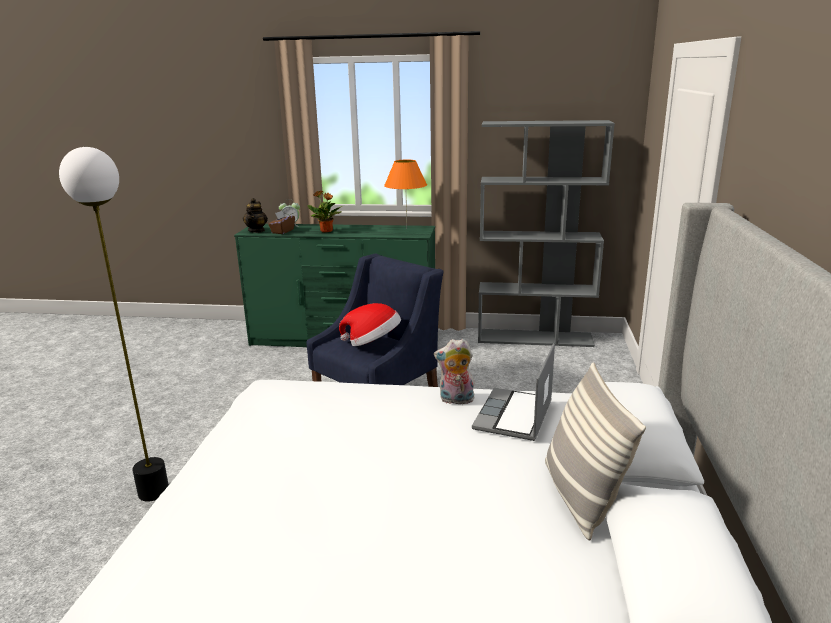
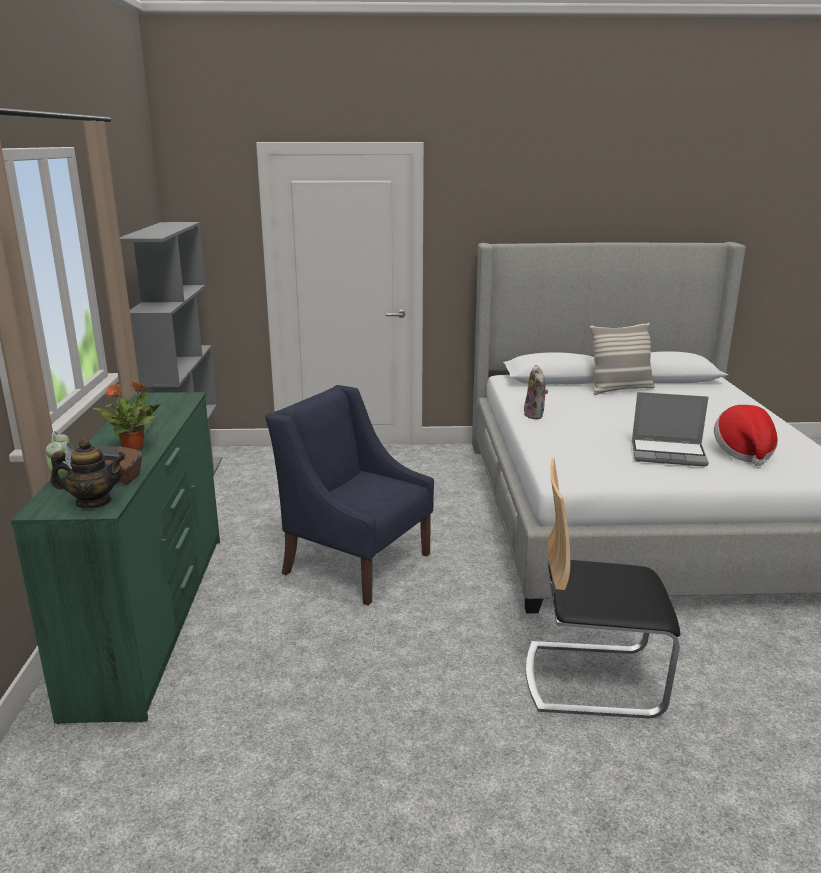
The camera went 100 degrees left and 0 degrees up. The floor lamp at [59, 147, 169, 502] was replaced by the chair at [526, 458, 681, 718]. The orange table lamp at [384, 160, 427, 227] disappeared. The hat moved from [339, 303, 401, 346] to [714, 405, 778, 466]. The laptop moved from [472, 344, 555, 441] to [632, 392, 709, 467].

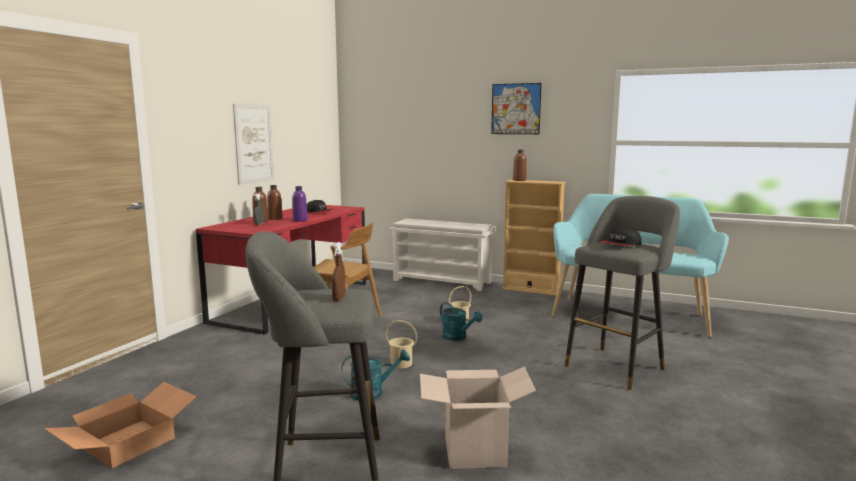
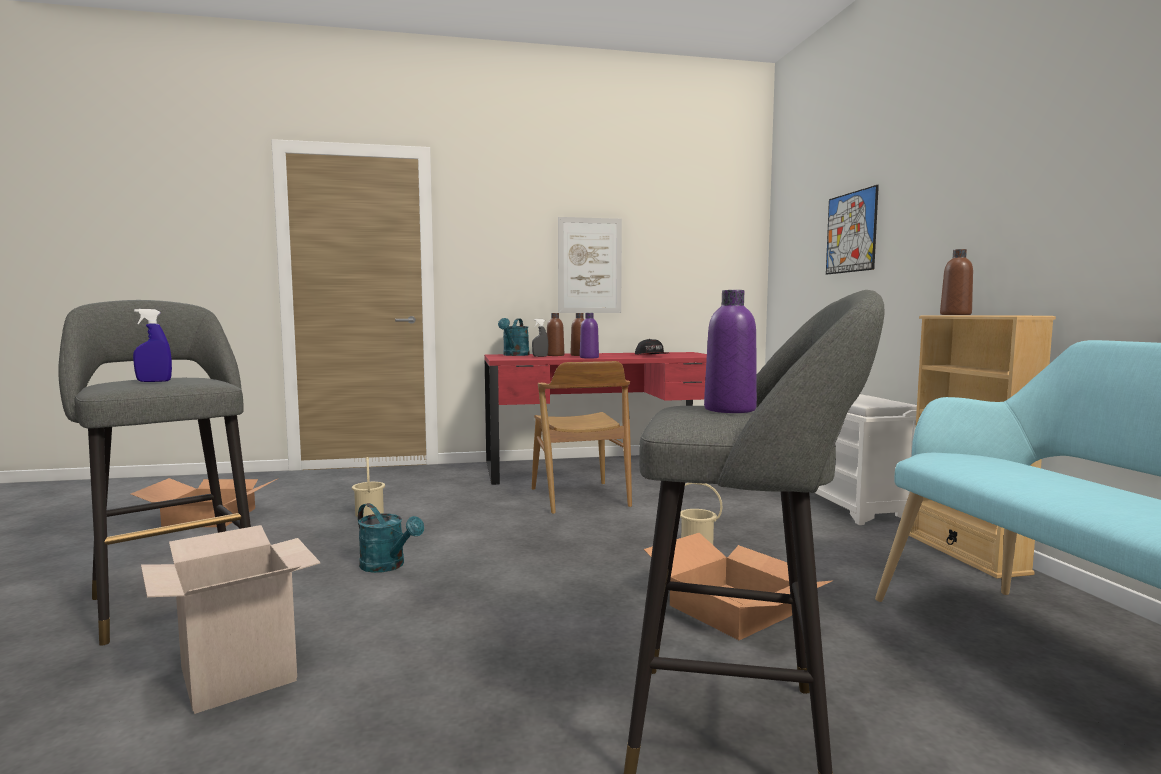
The camera went 55 degrees right and 5 degrees down. The picture moved from [491, 83, 542, 134] to [826, 185, 879, 274]. The cap at [600, 227, 641, 246] was replaced by the purple bottle at [704, 290, 757, 413]. The brown spray bottle at [332, 242, 346, 301] became the blue spray bottle at [133, 309, 172, 382]. The turquoise watering can moved from [440, 302, 482, 341] to [498, 318, 530, 356]. The beige bucket moved from [385, 320, 417, 368] to [352, 457, 385, 517]. The cardboard box at [644, 533, 834, 640] appeared.

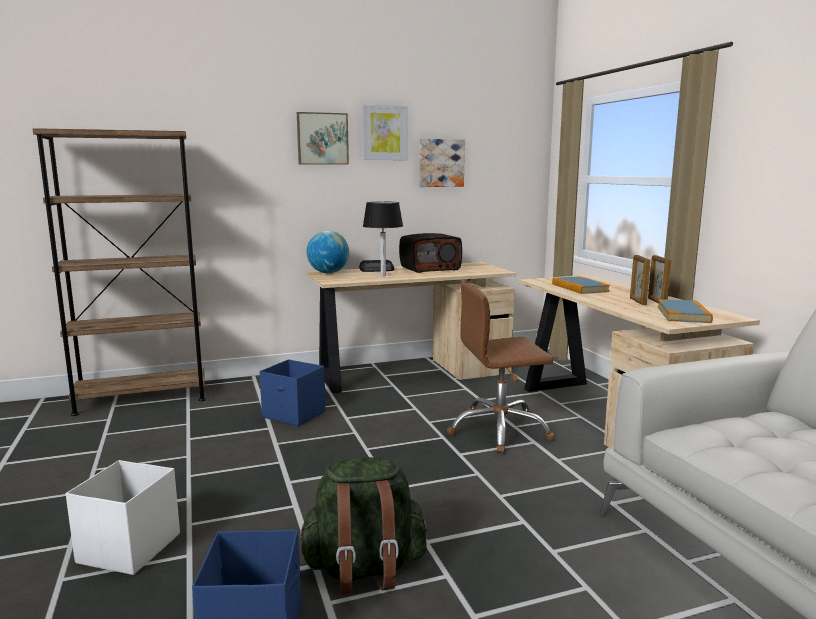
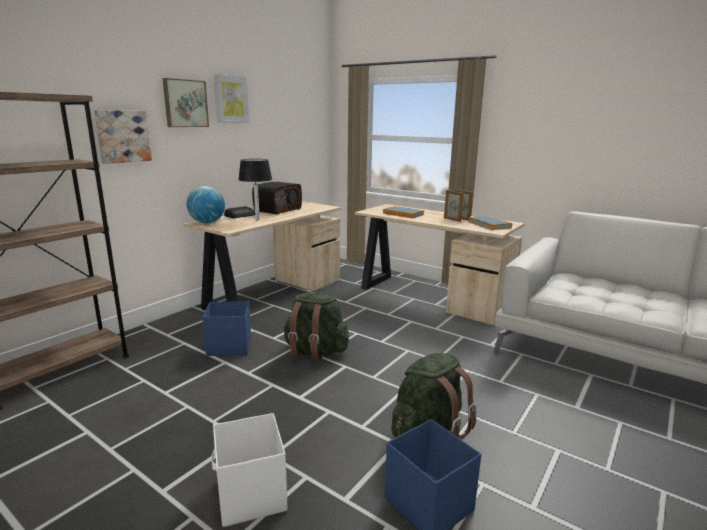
The camera went 35 degrees left and 5 degrees up. The picture moved from [419, 139, 465, 187] to [94, 110, 152, 164]. The brown office chair at [447, 282, 555, 454] disappeared. The green backpack at [284, 292, 349, 362] appeared.

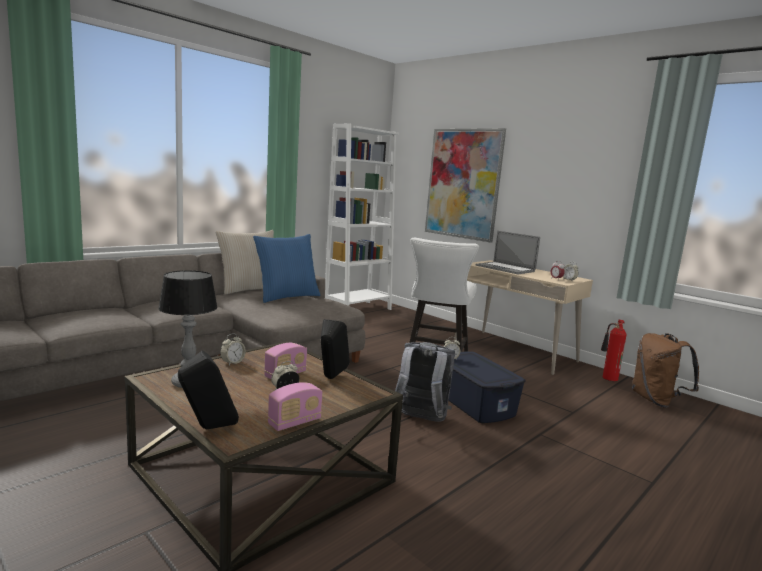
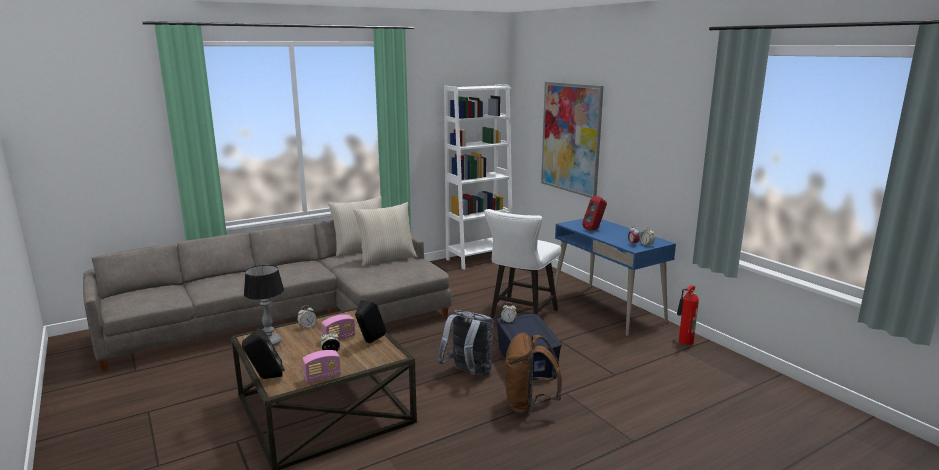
The camera went 15 degrees right and 5 degrees up. The laptop at [476, 231, 540, 274] was replaced by the red speaker at [582, 196, 607, 230]. The blue pillow at [253, 234, 321, 303] became the beige pillow at [354, 202, 417, 266]. The beige desk at [454, 260, 593, 375] became the blue desk at [554, 219, 676, 336]. The brown backpack moved from [632, 333, 699, 408] to [505, 333, 562, 416].

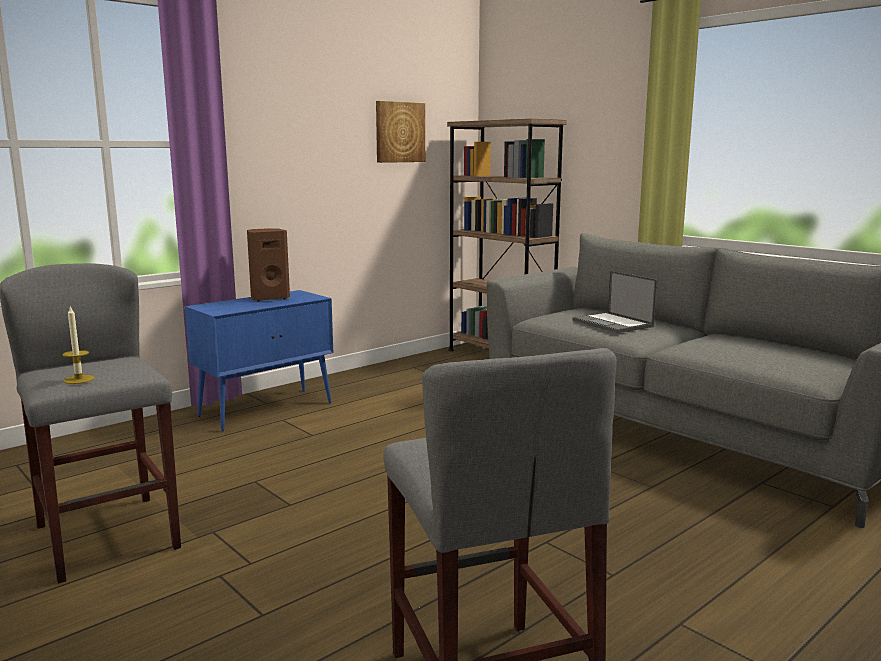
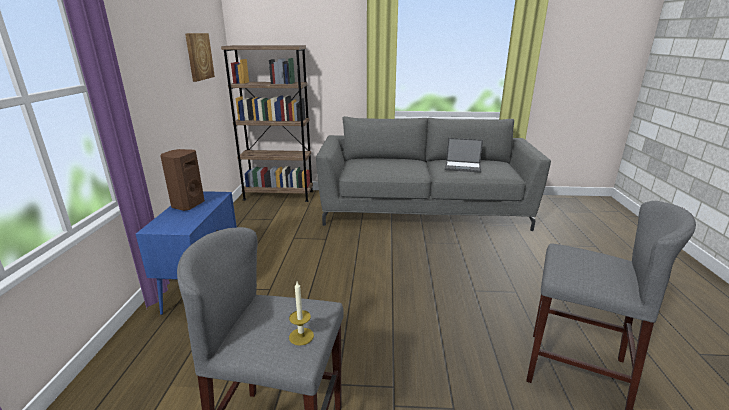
The camera went 45 degrees left and 10 degrees up. The laptop moved from [573, 271, 658, 333] to [445, 138, 483, 173].

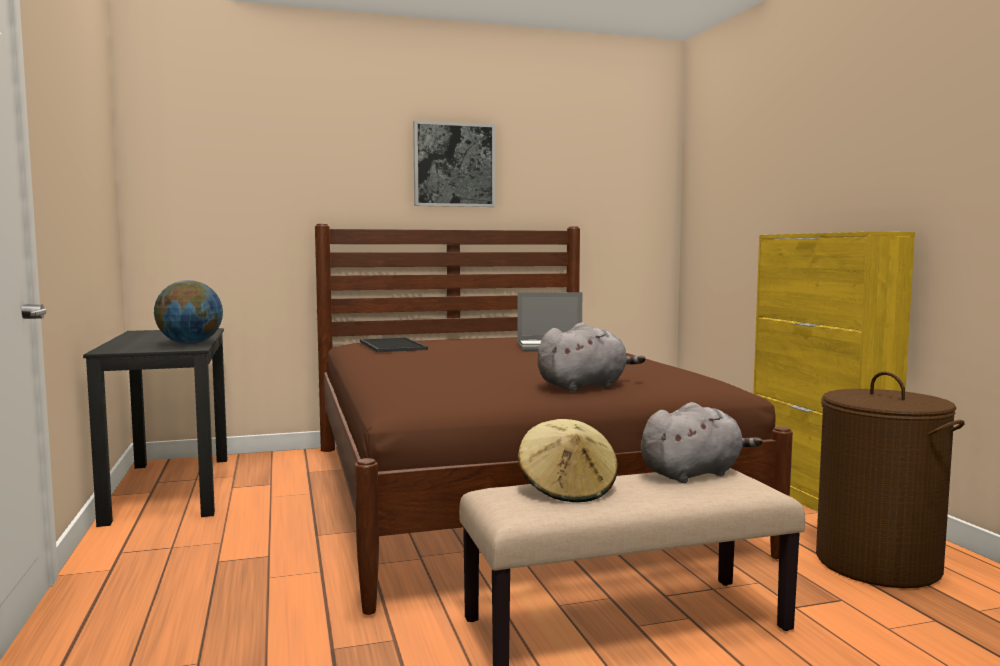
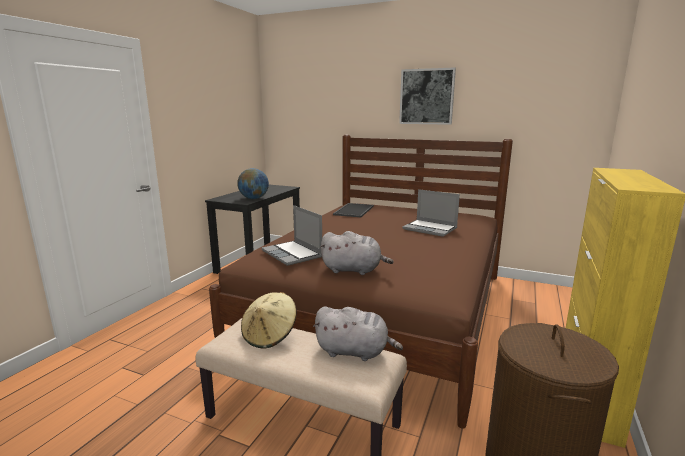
The camera went 40 degrees right and 10 degrees up. The laptop at [262, 205, 322, 266] appeared.

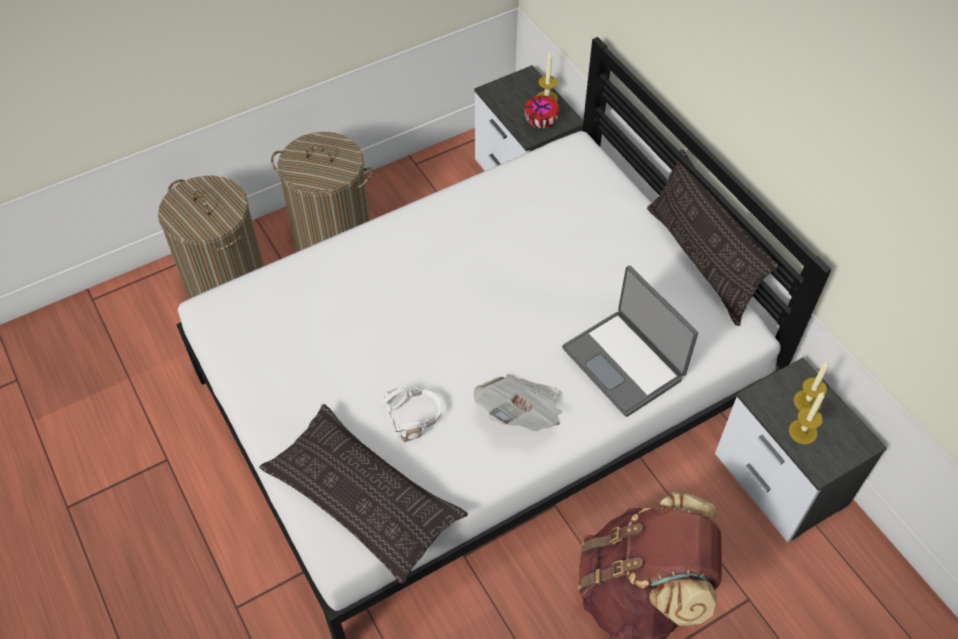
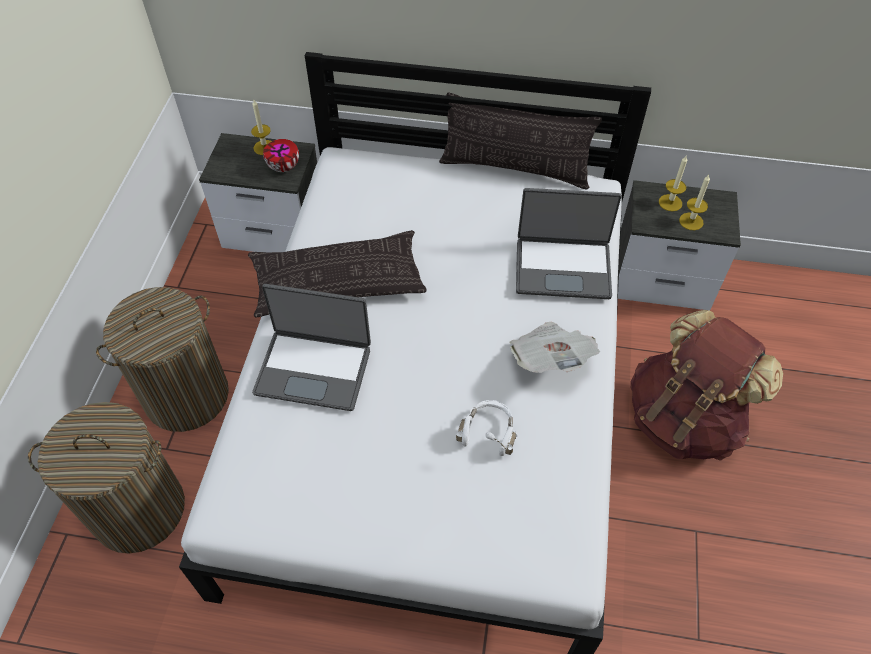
The camera went 50 degrees left and 0 degrees up. The pillow moved from [259, 404, 468, 584] to [248, 230, 427, 318]. The laptop at [252, 284, 371, 411] appeared.

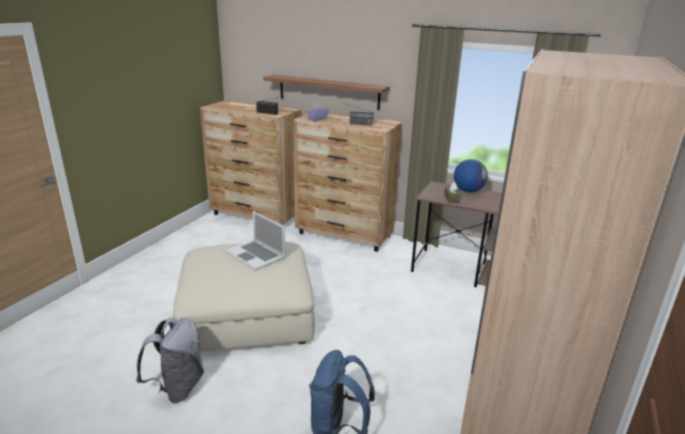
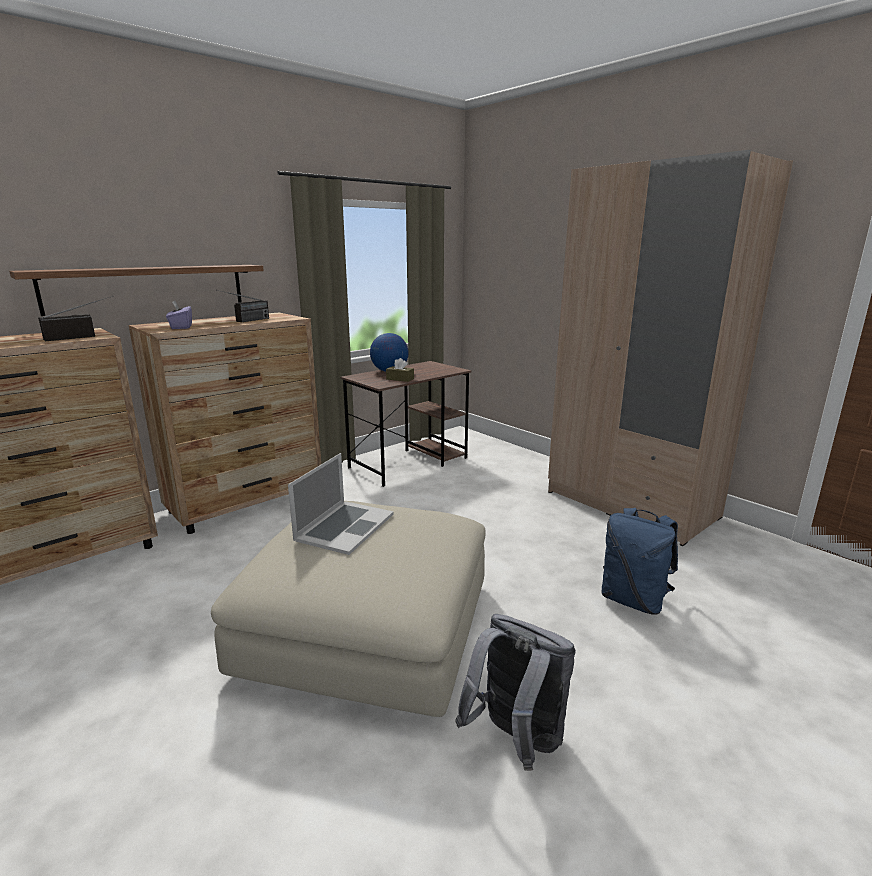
The camera went 65 degrees left and 5 degrees down. The laptop at [225, 211, 286, 271] turned 45 degrees counterclockwise.

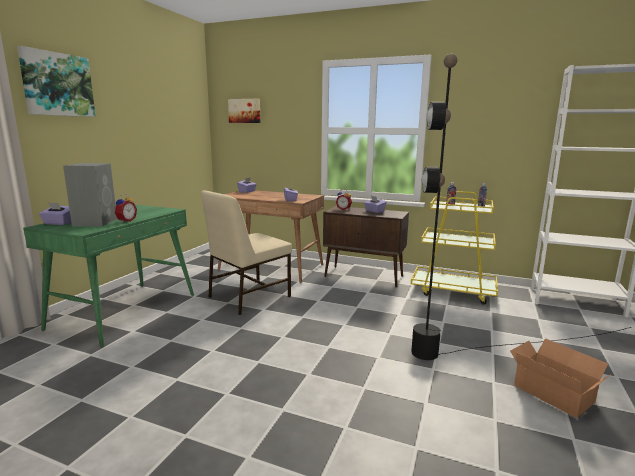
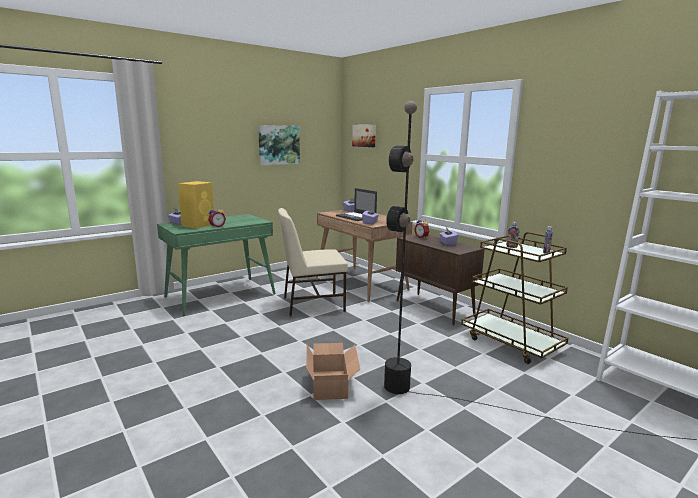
The camera went 30 degrees right and 0 degrees up. The picture moved from [17, 46, 96, 117] to [258, 125, 300, 165]. The grey speaker at [63, 163, 117, 226] became the yellow speaker at [178, 181, 214, 229]. The yellow cart at [411, 191, 498, 304] became the brown cart at [461, 232, 568, 364]. The cardboard box moved from [510, 338, 611, 418] to [306, 343, 360, 400]. The laptop at [336, 188, 377, 221] appeared.

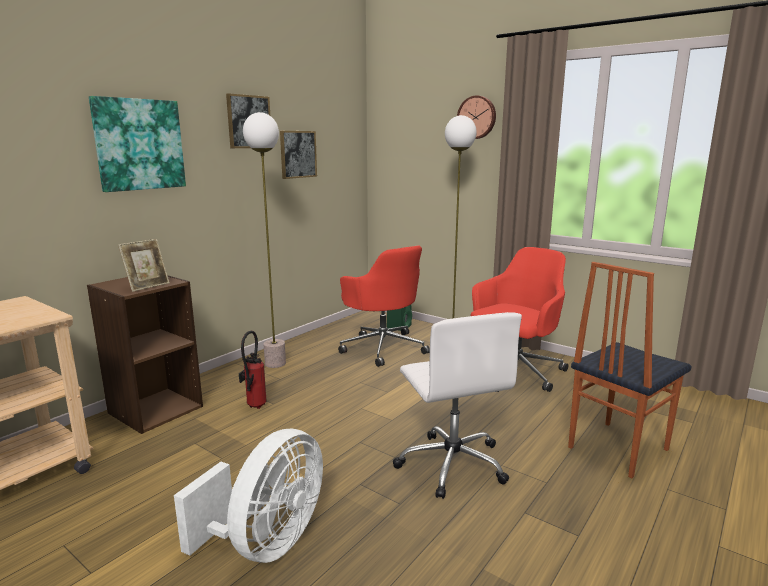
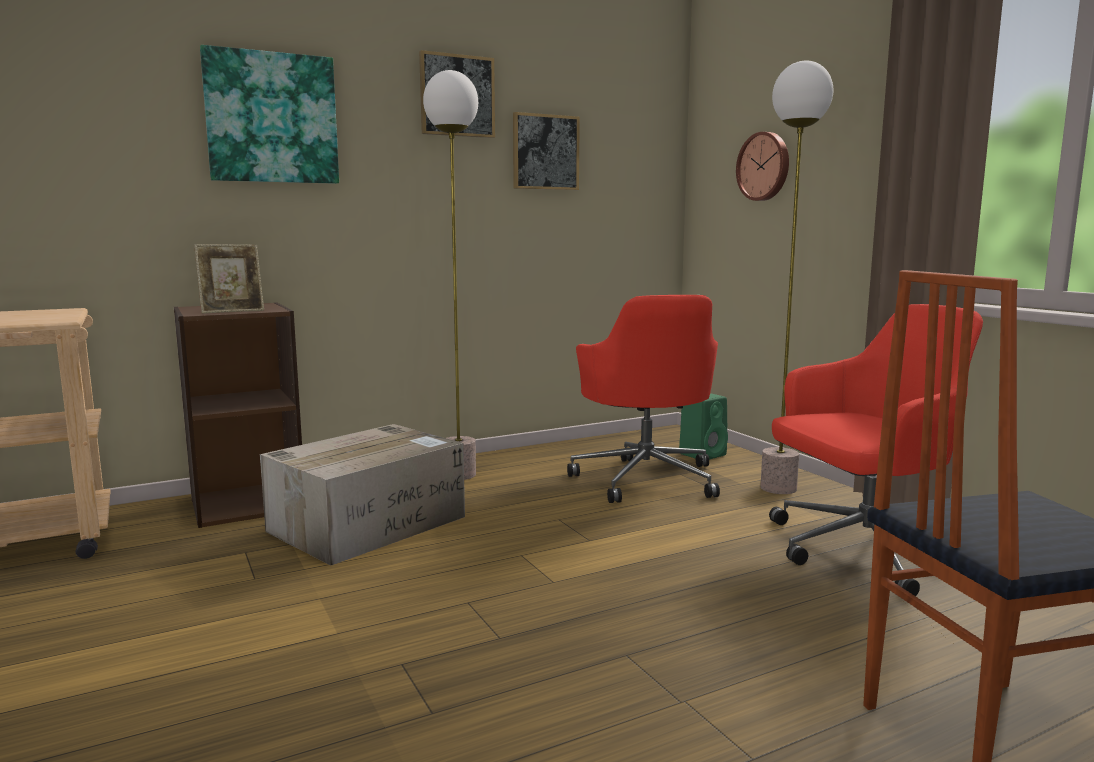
The camera went 25 degrees right and 5 degrees down. The wall clock moved from [457, 95, 496, 139] to [736, 132, 789, 201]. The white office chair at [393, 312, 522, 499] disappeared. The fire extinguisher at [239, 331, 267, 409] was replaced by the cardboard box at [260, 424, 465, 566]. The white fan at [174, 429, 323, 563] disappeared.

